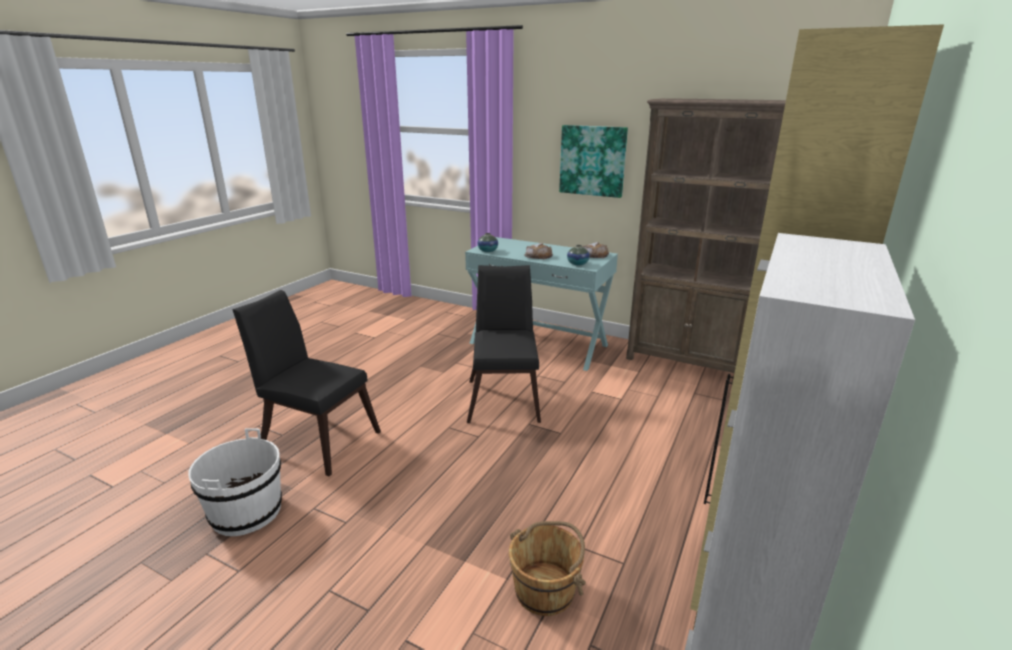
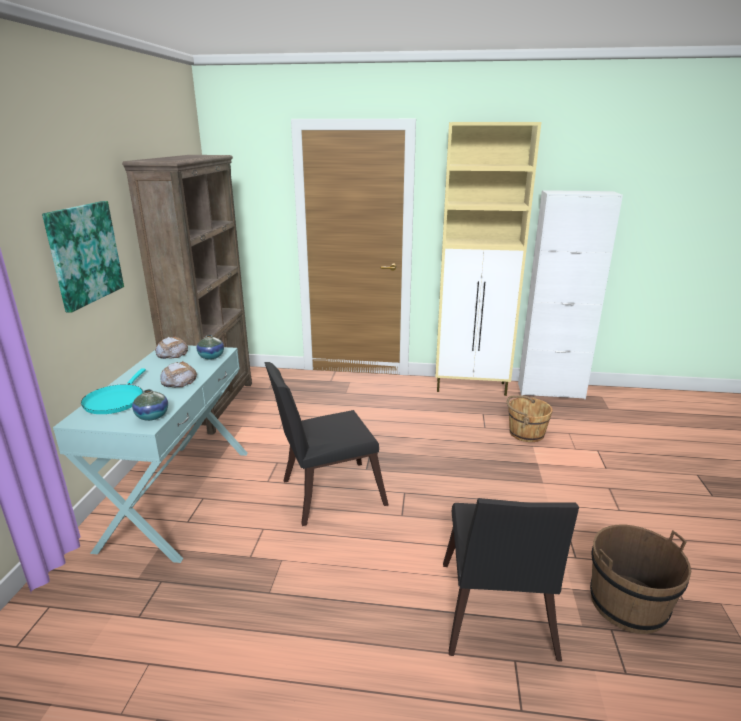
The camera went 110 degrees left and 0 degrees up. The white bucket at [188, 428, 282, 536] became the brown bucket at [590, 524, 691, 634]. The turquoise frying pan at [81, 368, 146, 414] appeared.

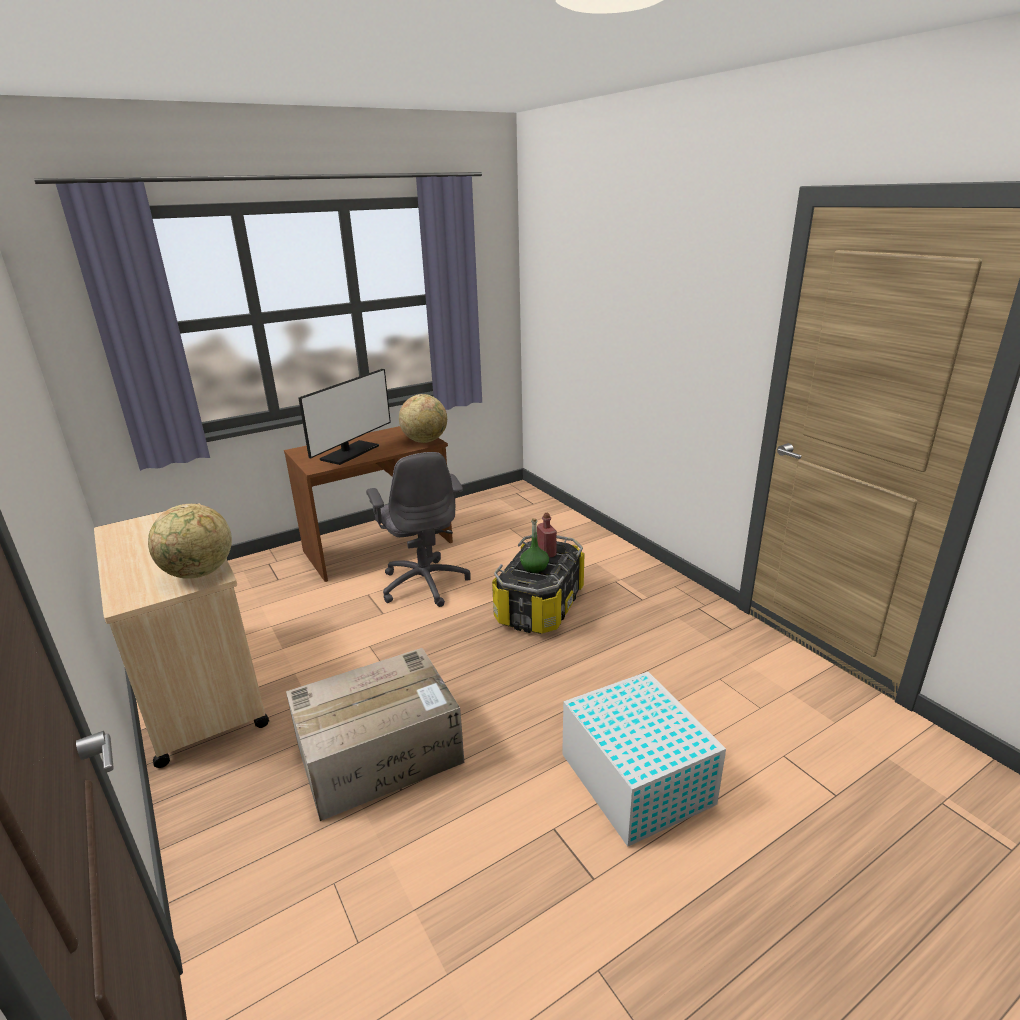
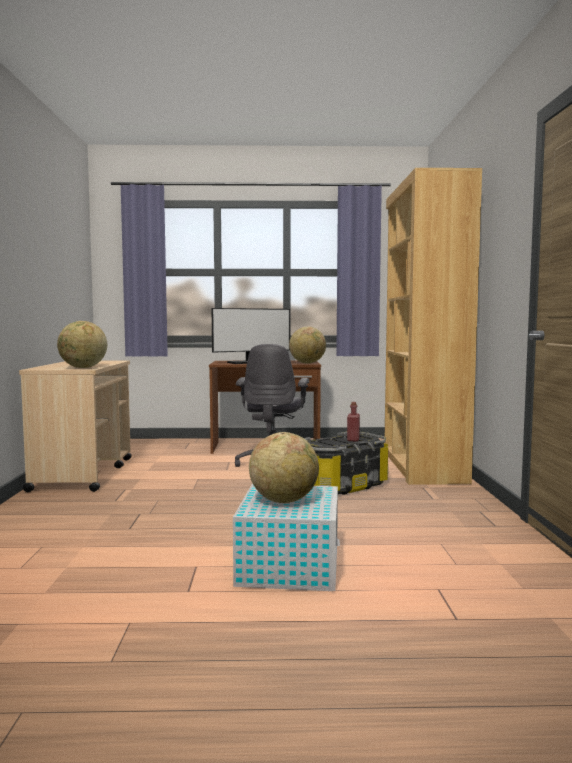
The camera went 30 degrees right and 20 degrees down. The green bottle at [520, 518, 549, 573] disappeared. The cardboard box at [286, 648, 464, 821] disappeared. The brown bookcase at [385, 168, 482, 485] appeared. The globe at [249, 432, 319, 503] appeared.

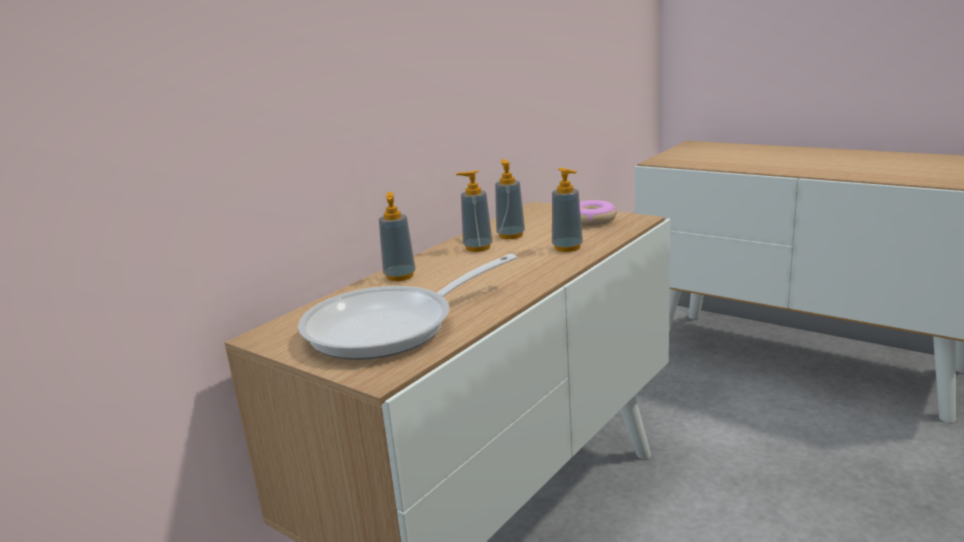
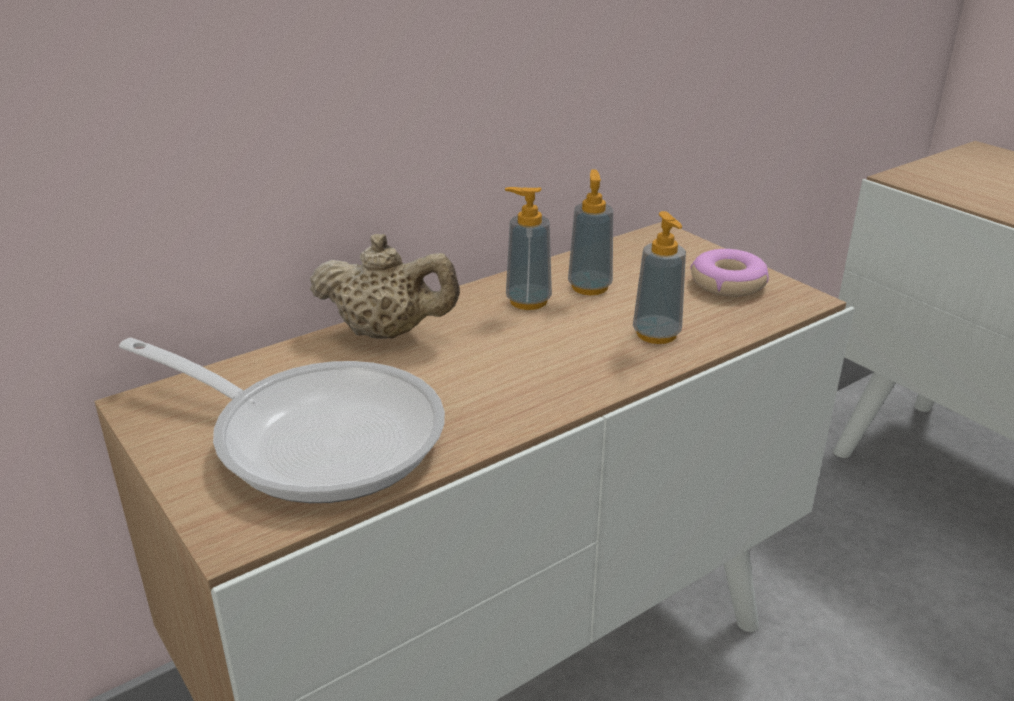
The camera went 15 degrees right and 10 degrees up. The soap dispenser at [379, 192, 416, 281] was replaced by the beige teapot at [310, 234, 460, 339]. The frying pan at [298, 254, 517, 360] turned 135 degrees counterclockwise.

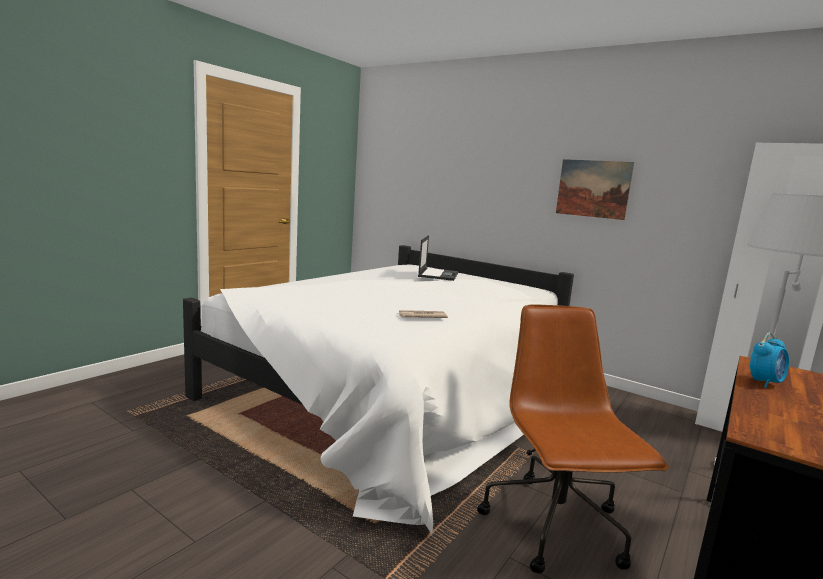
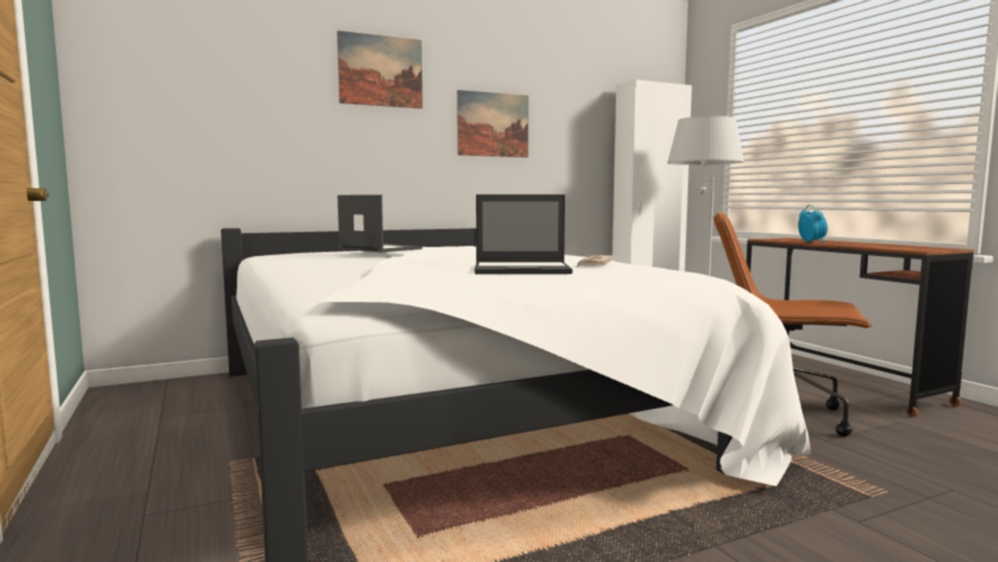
The camera went 60 degrees left and 5 degrees down. The picture at [337, 30, 423, 109] appeared. The laptop at [474, 194, 573, 274] appeared.

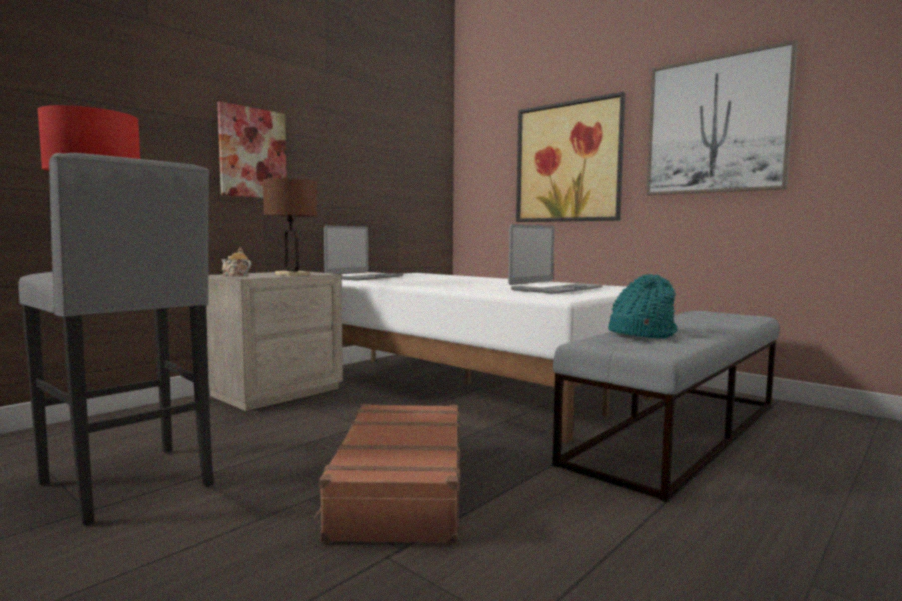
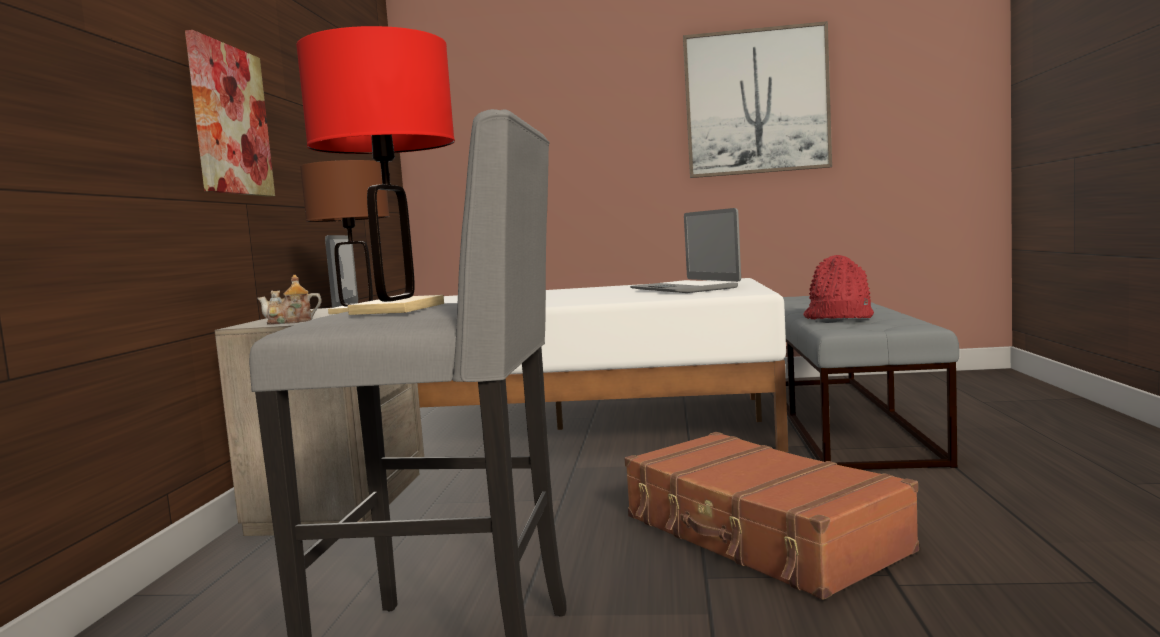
The camera went 35 degrees left and 0 degrees up. The picture at [516, 92, 626, 222] disappeared. The laptop at [508, 224, 603, 294] turned 150 degrees clockwise. The turquoise hat at [608, 274, 677, 339] became the red hat at [803, 255, 874, 320].

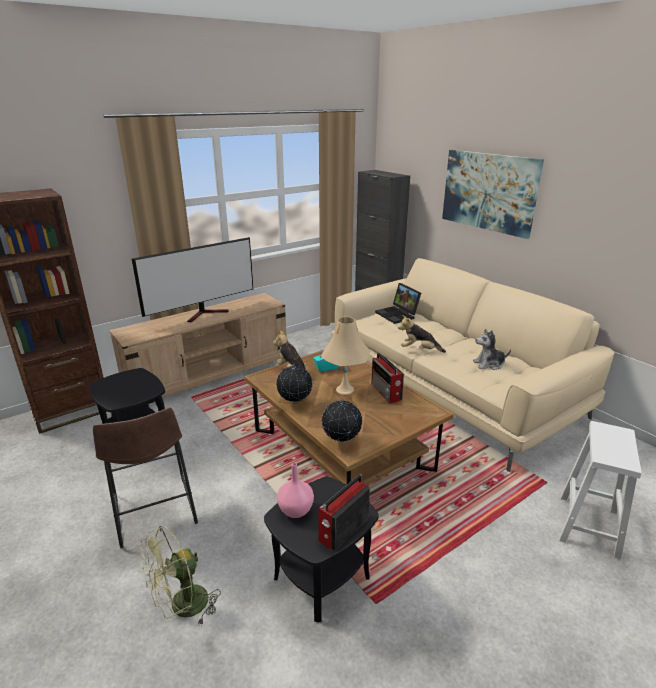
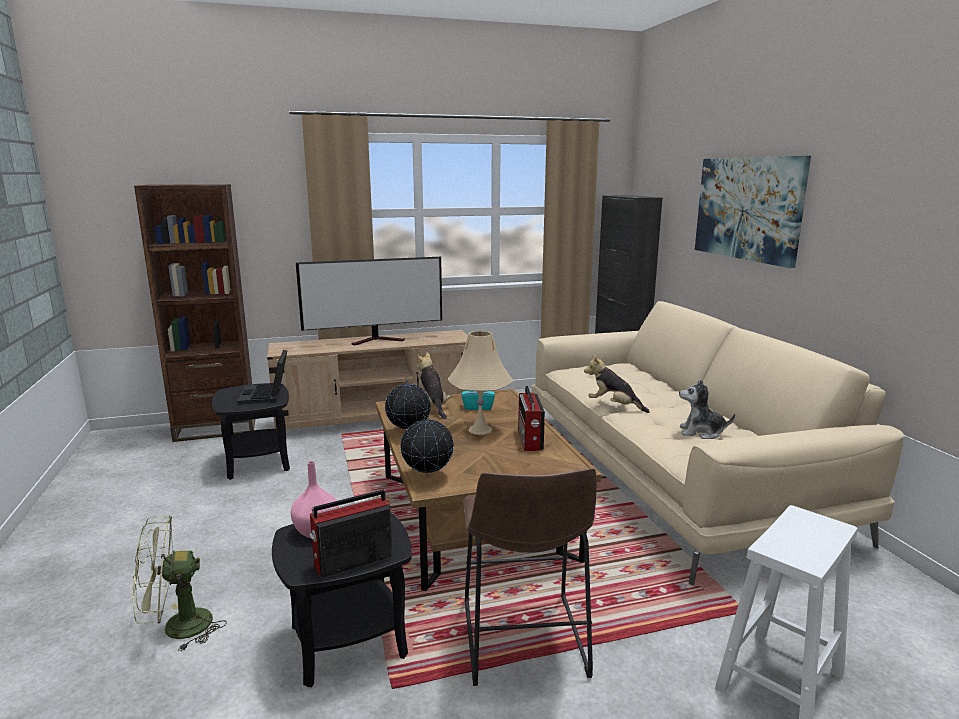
The camera went 20 degrees right and 10 degrees down. The laptop moved from [375, 283, 421, 324] to [237, 350, 287, 404]. The brown stool moved from [93, 407, 198, 548] to [463, 468, 597, 686].

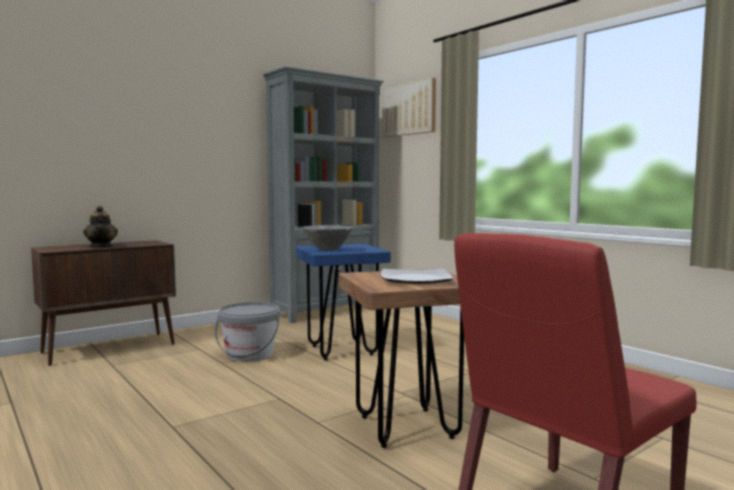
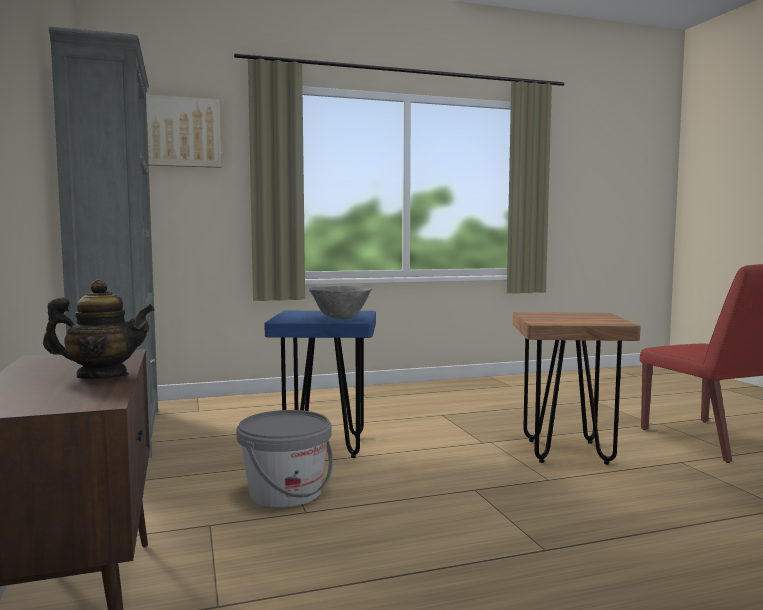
The camera went 70 degrees left and 0 degrees up. The plate at [381, 269, 453, 284] disappeared.

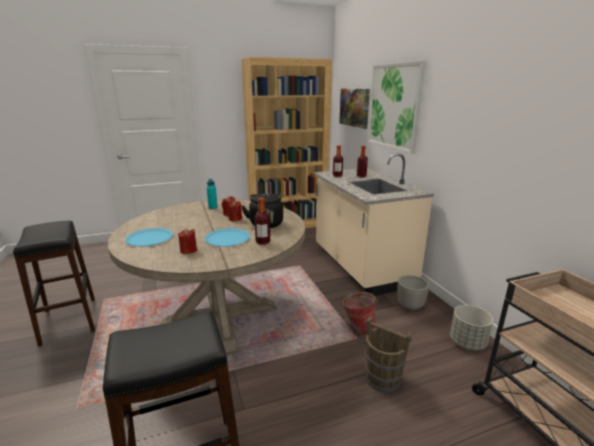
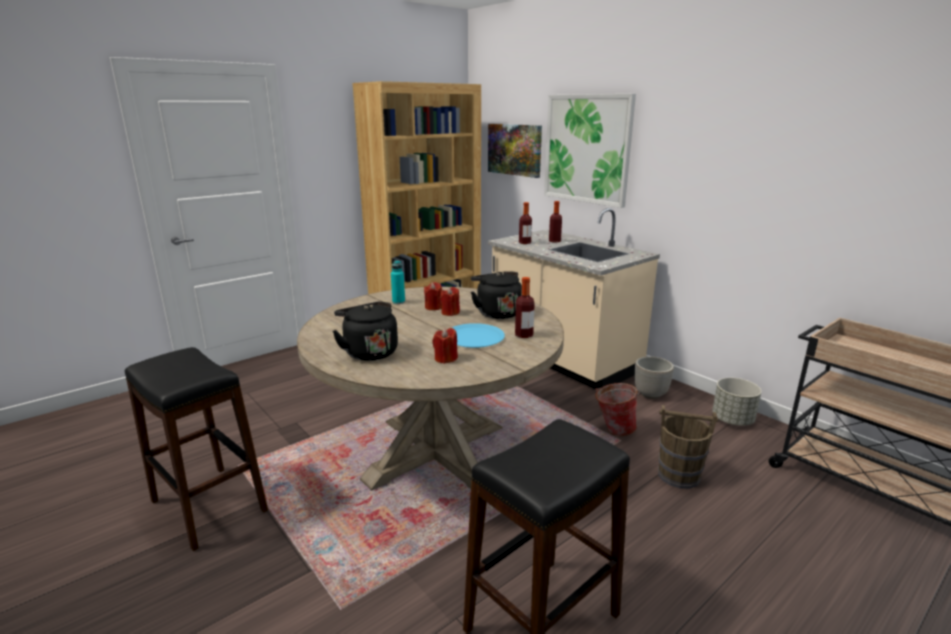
The camera went 20 degrees left and 0 degrees up. The blue plate at [125, 228, 173, 246] was replaced by the black kettle at [333, 301, 398, 361].

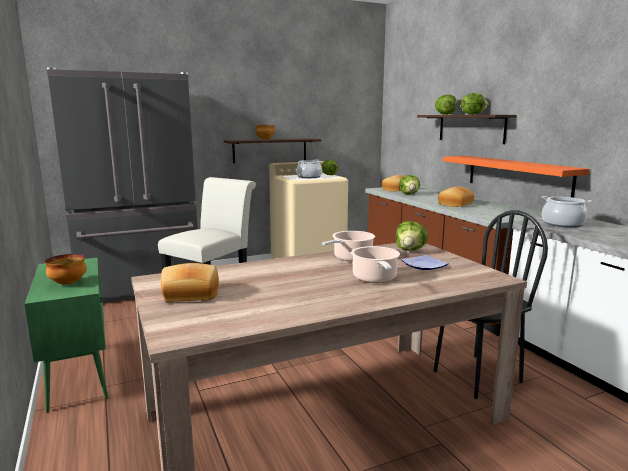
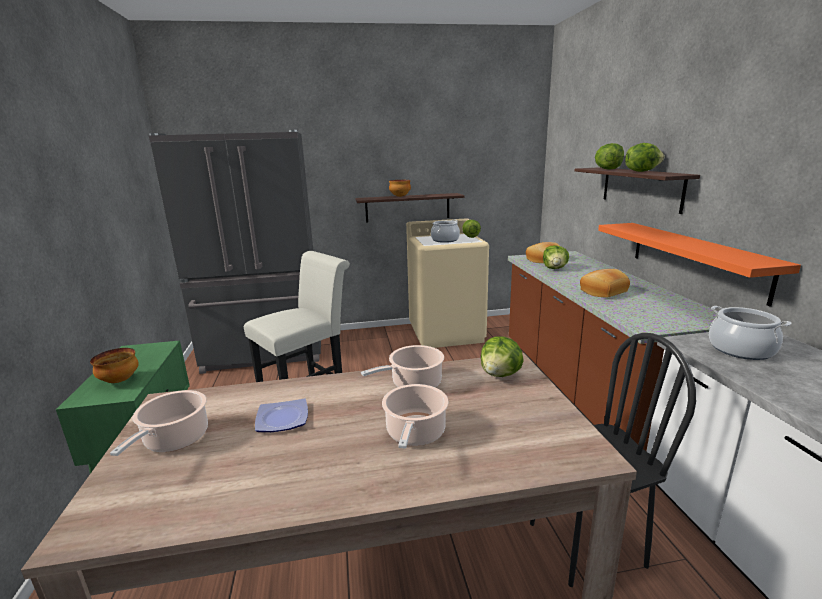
The camera went 15 degrees right and 5 degrees up. The plate moved from [401, 255, 449, 270] to [255, 398, 308, 432]. The bread at [161, 263, 219, 302] was replaced by the cooking pot at [110, 390, 208, 456].

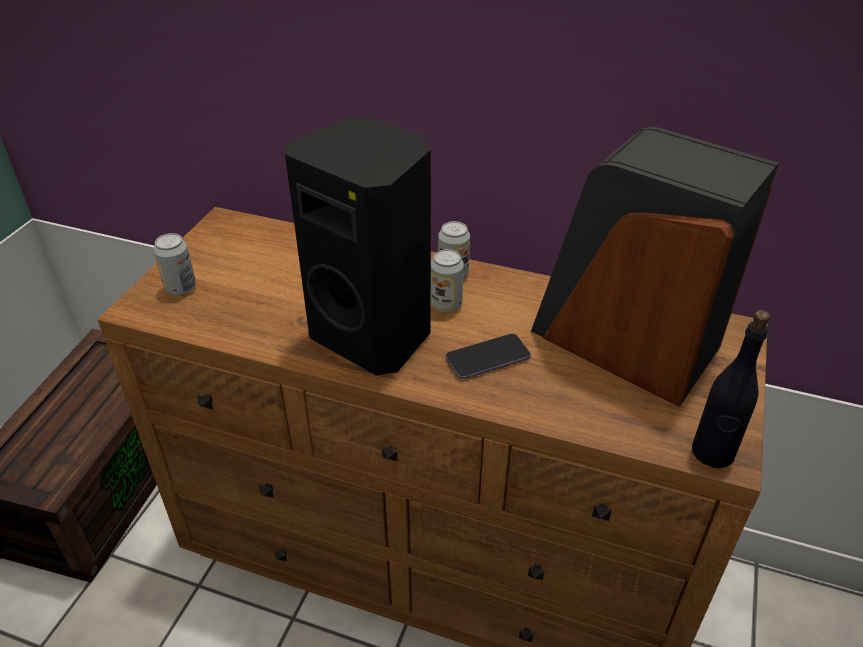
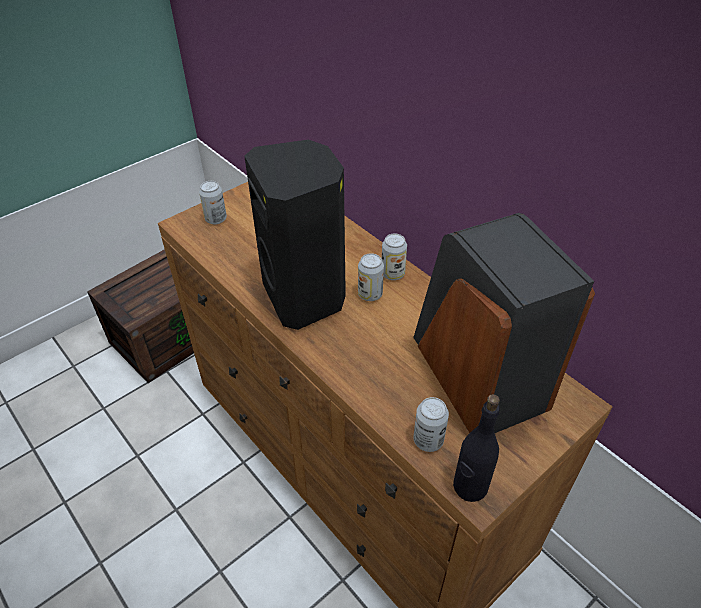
The camera went 30 degrees right and 5 degrees up. The phone at [446, 333, 531, 379] disappeared. The can at [413, 397, 449, 452] appeared.

